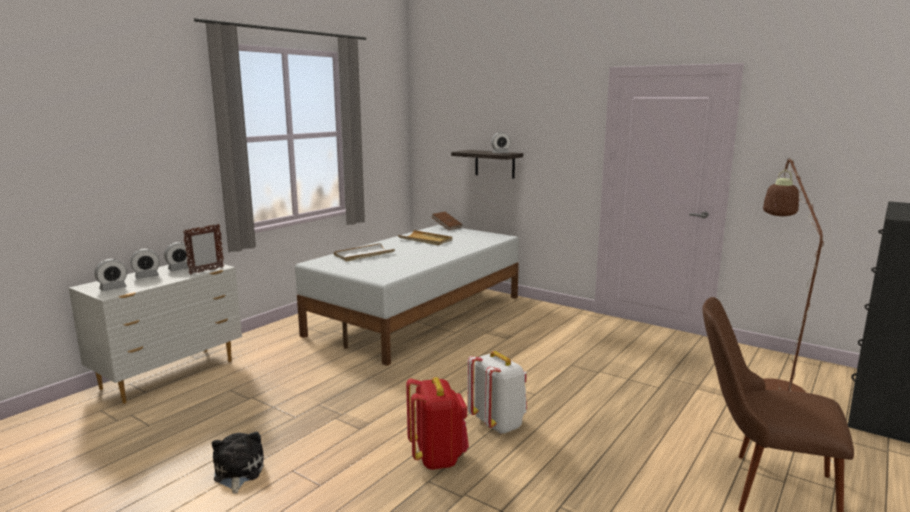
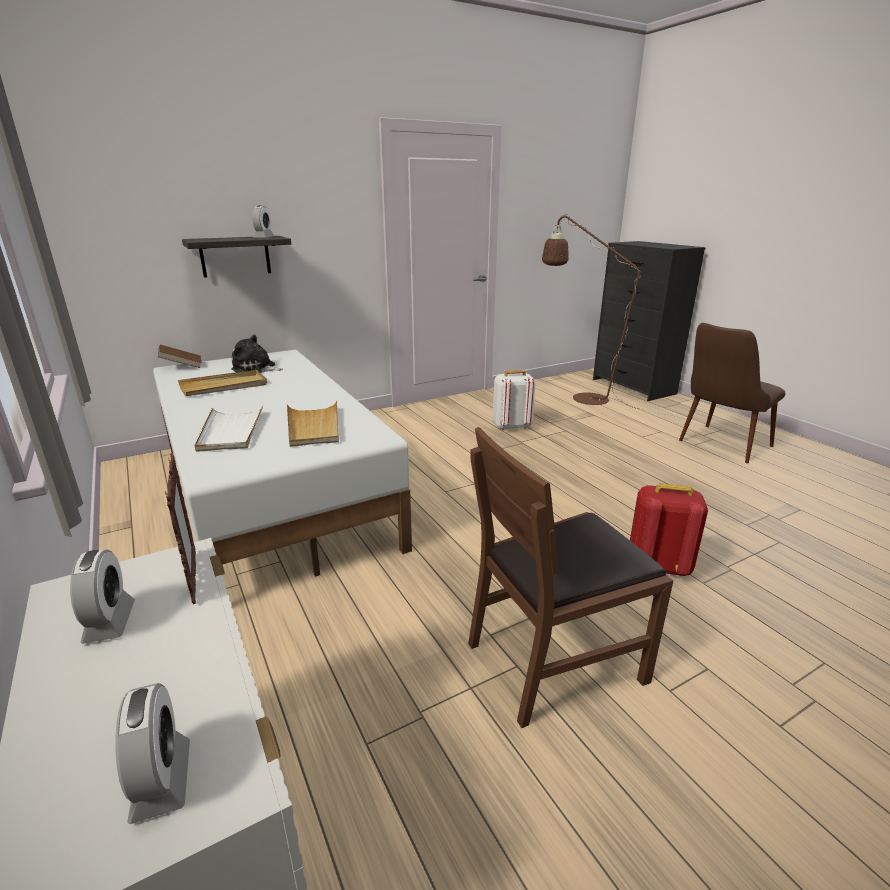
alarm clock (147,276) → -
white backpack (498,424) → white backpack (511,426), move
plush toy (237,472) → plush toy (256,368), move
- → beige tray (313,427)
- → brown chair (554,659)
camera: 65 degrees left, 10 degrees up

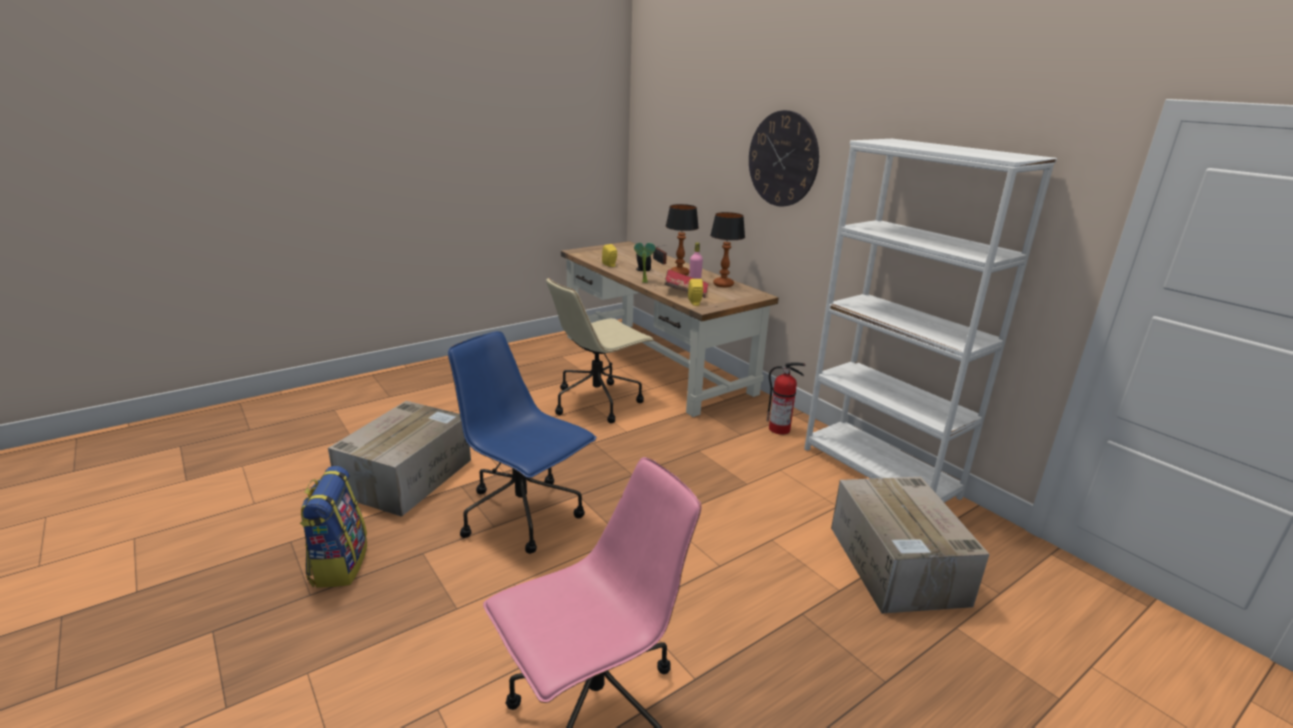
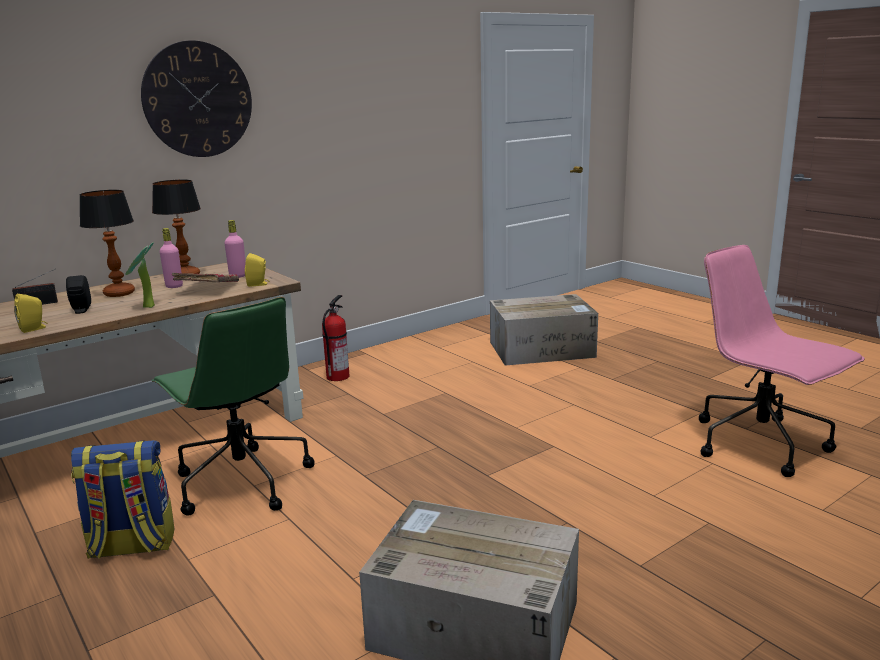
white bookcase (879,472) → -
beige office chair (597,401) → green office chair (241,481)
blue office chair (523,515) → -
backpack (339,564) → backpack (131,546), move
- → pink bottle (238,276)
camera: 90 degrees left, 5 degrees down

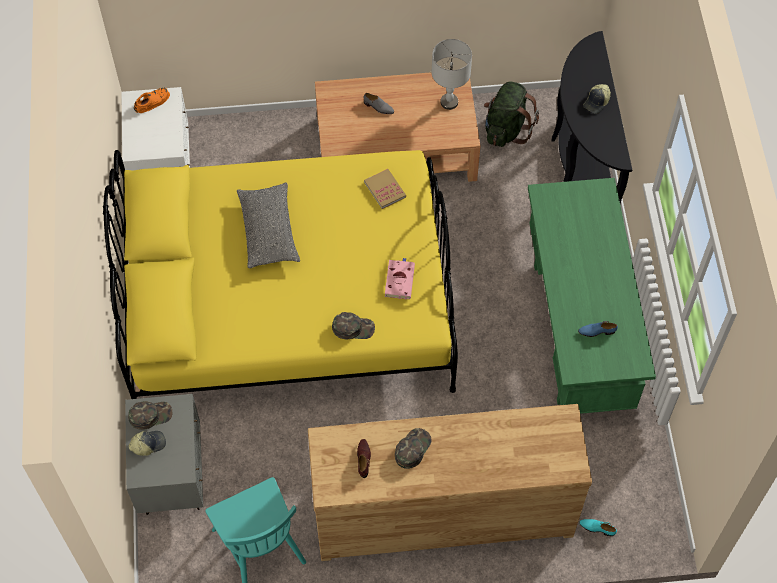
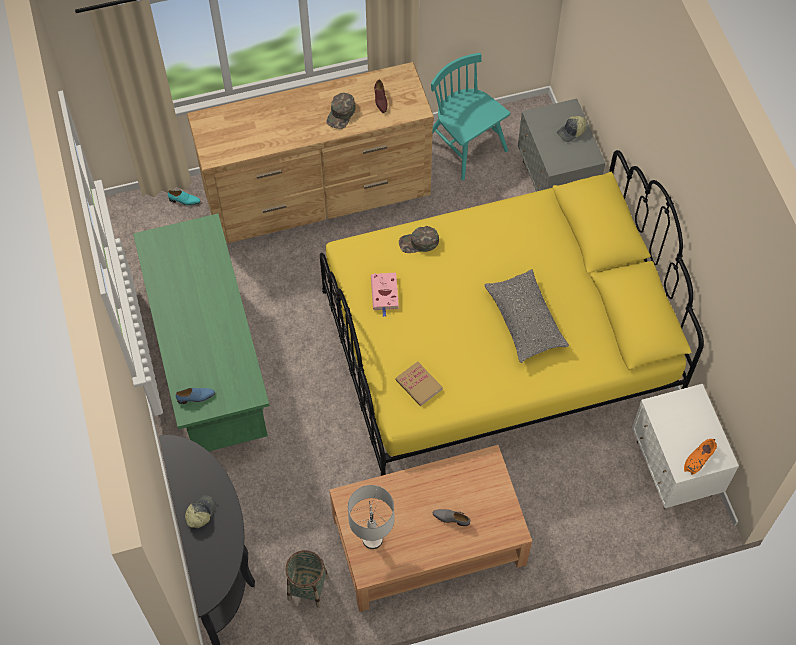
green backpack (506,129) → basket (308,587)
blue shoe (597,331) → blue shoe (196,397), move
green cap (150,415) → -
camera: 170 degrees right, 0 degrees up

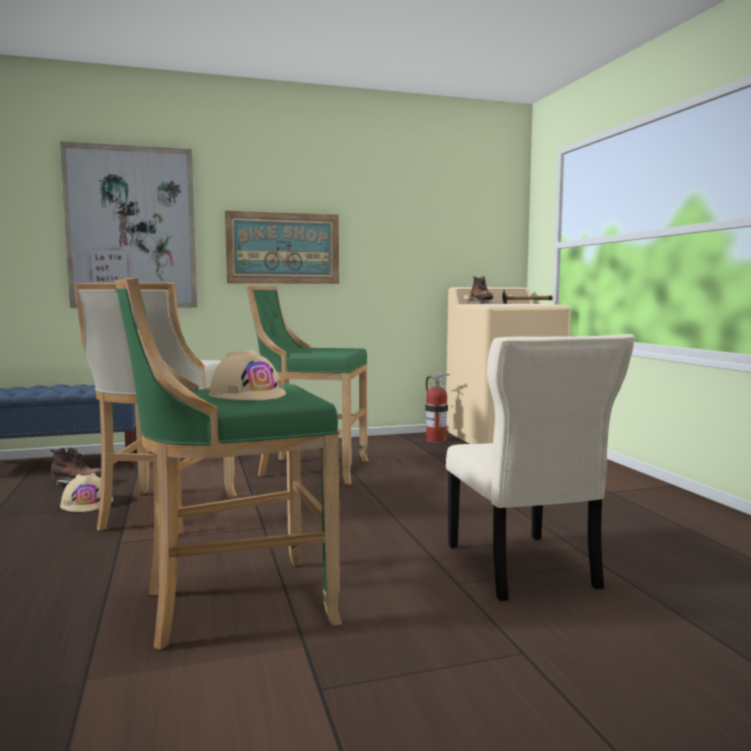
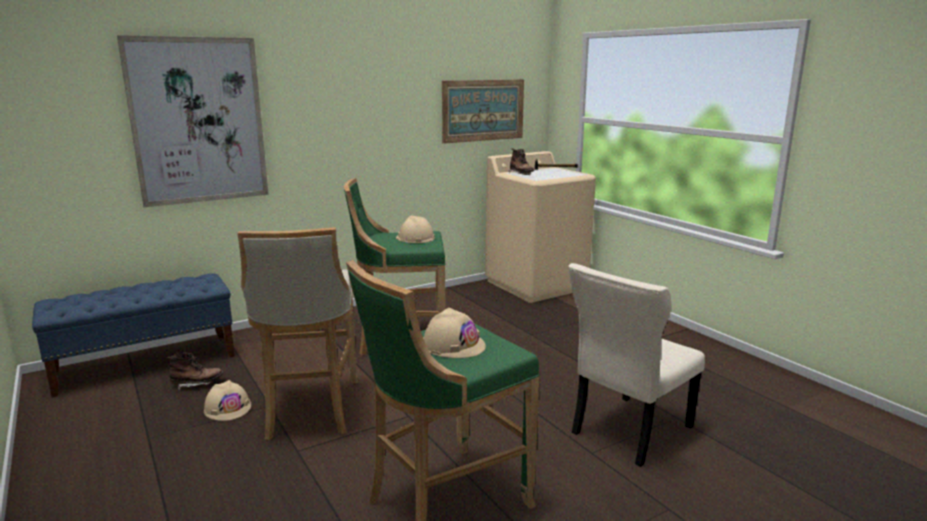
picture (283,248) → picture (483,110), move
beige chair (523,569) → beige chair (628,431), 75 degrees clockwise
fire extinguisher (436,440) → -
- → beige hard hat (415,238)
camera: 15 degrees left, 10 degrees up

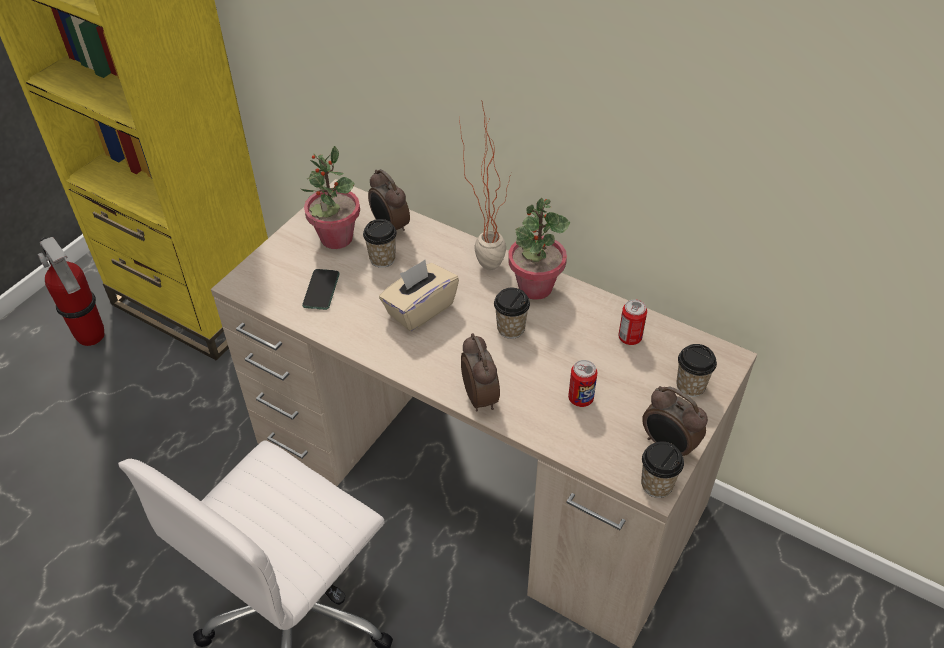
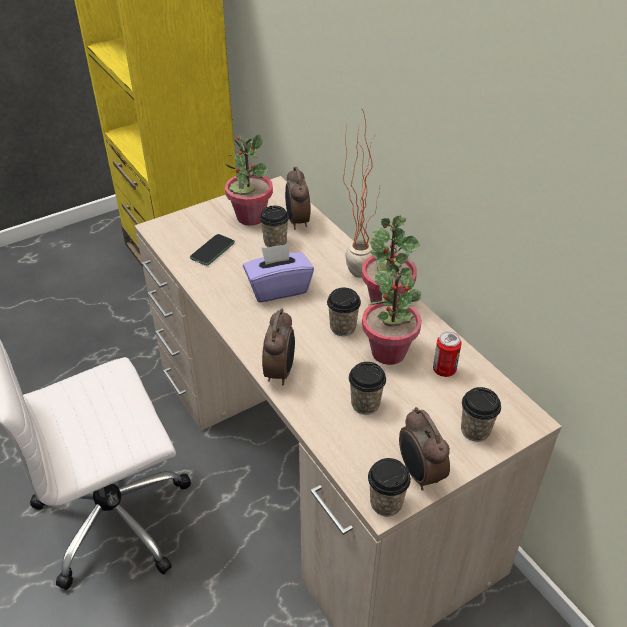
fire extinguisher (91,337) → -
beige tissue box (420,309) → purple tissue box (278,288)
can (580,398) → cup (365,404)
- → potted plant (389,352)
camera: 25 degrees right, 5 degrees down

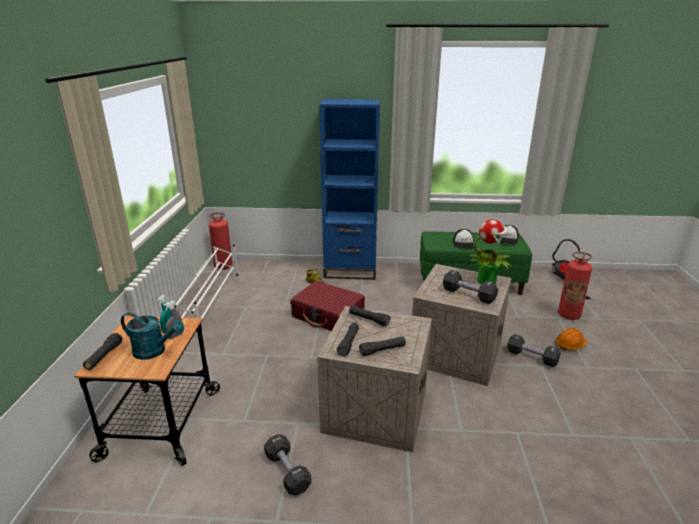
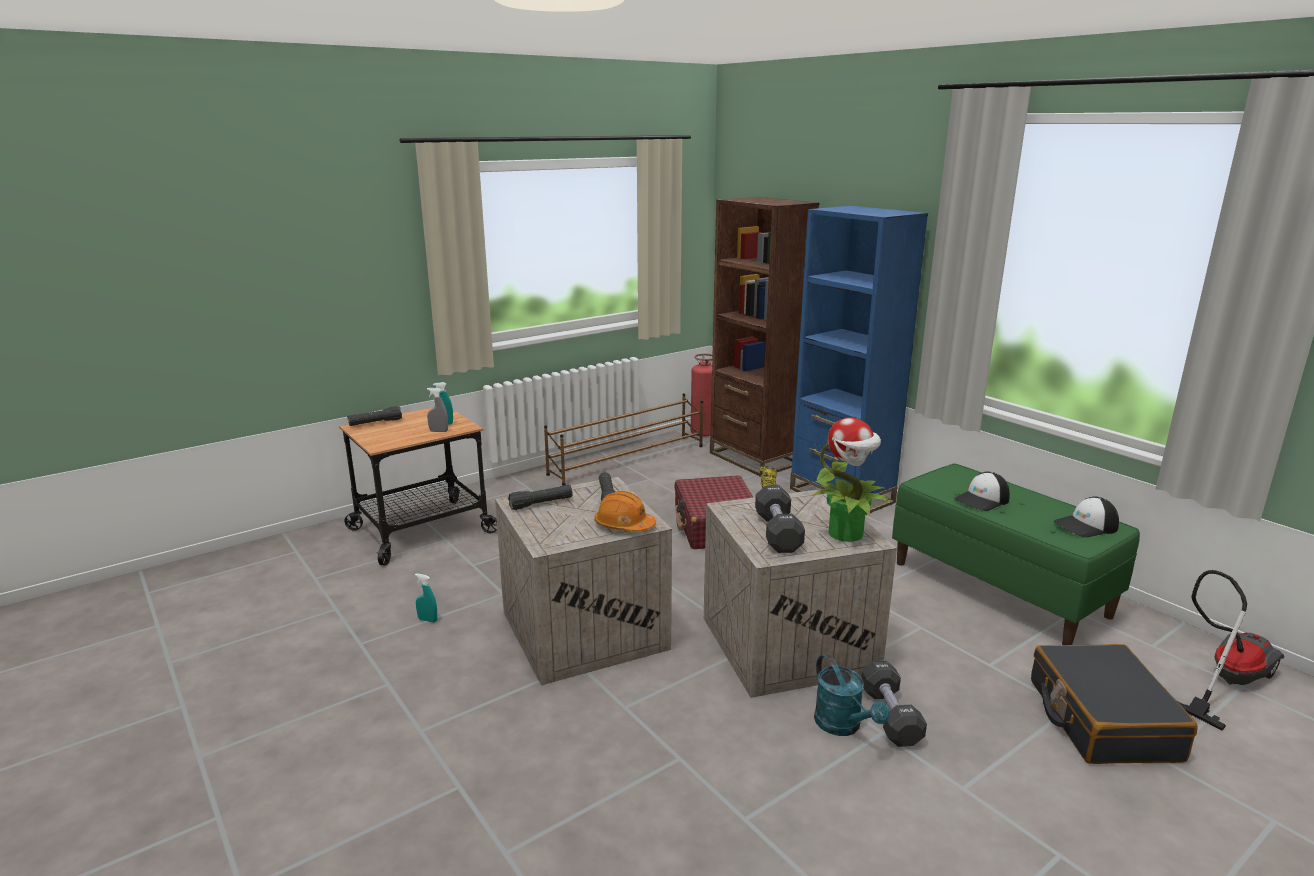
white shoe rack (210,302) → brown shoe rack (628,460)
fire extinguisher (569,315) → black suitcase (1101,719)
turquoise watering can (154,351) → turquoise watering can (843,726), move
orange hard hat (570,345) → orange hard hat (624,525), move
black flashlight (382,350) → -
black dumbbell (287,472) → turquoise spray bottle (427,620)
- → brown bookcase (754,458)
camera: 50 degrees right, 5 degrees down

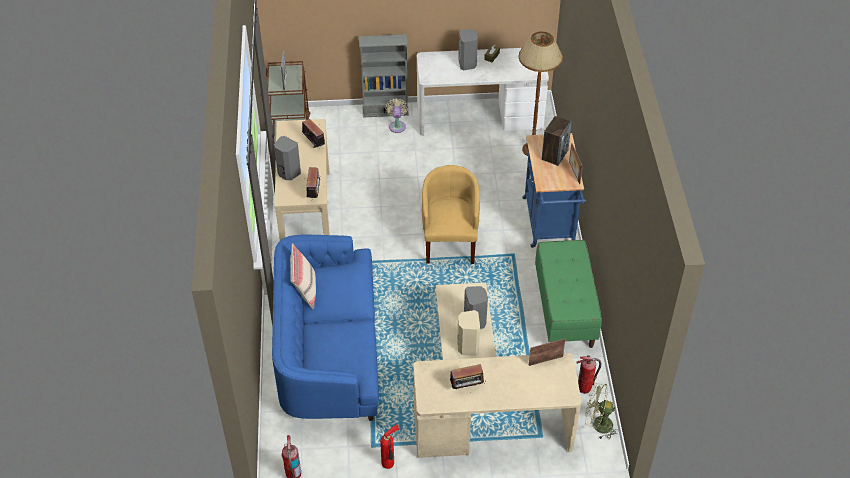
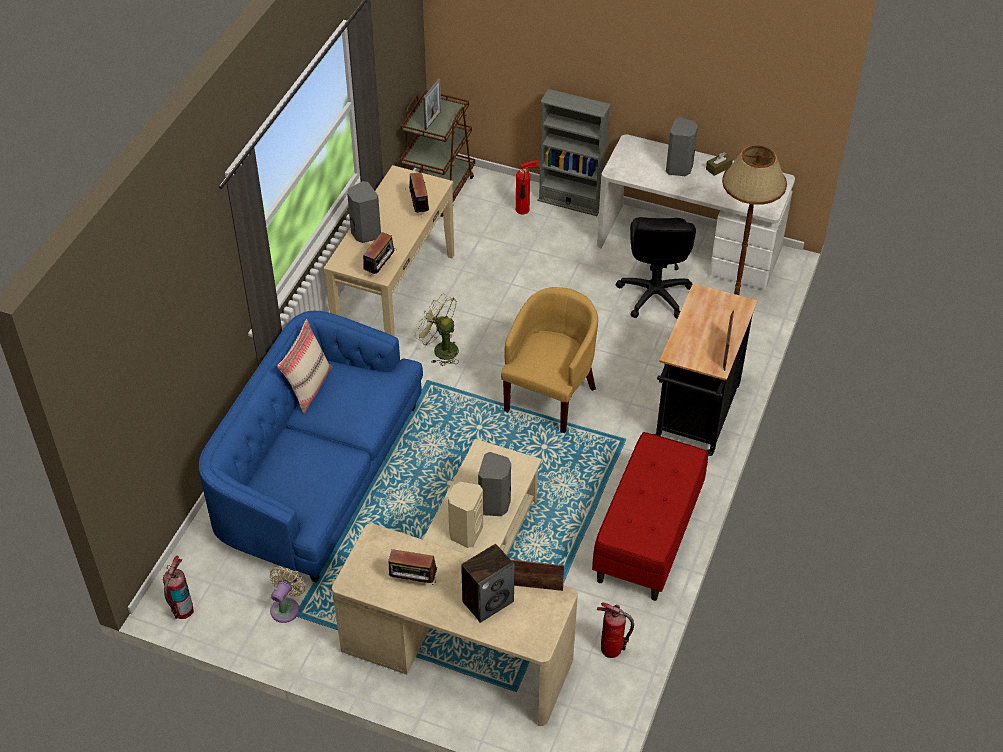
beige fan (397,125) → beige fan (286,607), move
speaker (554,155) → speaker (488,601), move
blue cart (549,225) → black cart (695,419)
green bench (565,310) → red bench (648,537)
green fan (597,425) → green fan (440,349), move
fire extinguisher (389,463) → fire extinguisher (524,210), move
- → black office chair (654,295)
camera: 25 degrees right, 0 degrees up

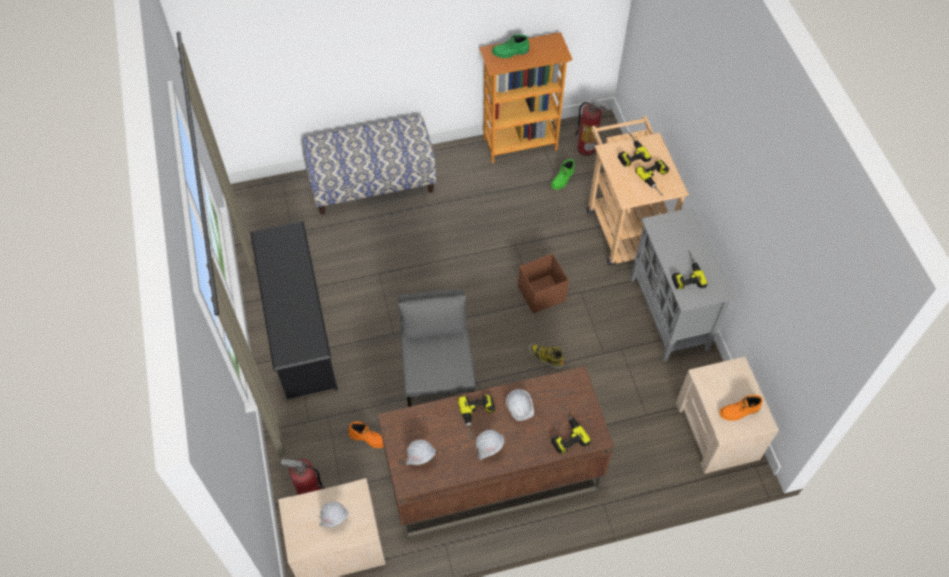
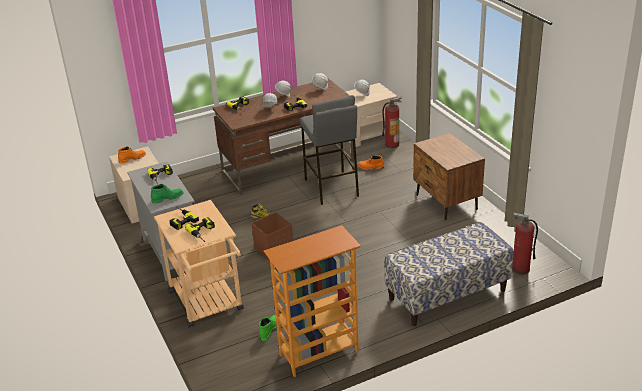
green boot (510,53) → green boot (167,198), move
fire extinguisher (586,148) → fire extinguisher (520,269), move
black shoe rack (300,329) → brown nightstand (446,202)
camera: 170 degrees right, 25 degrees down

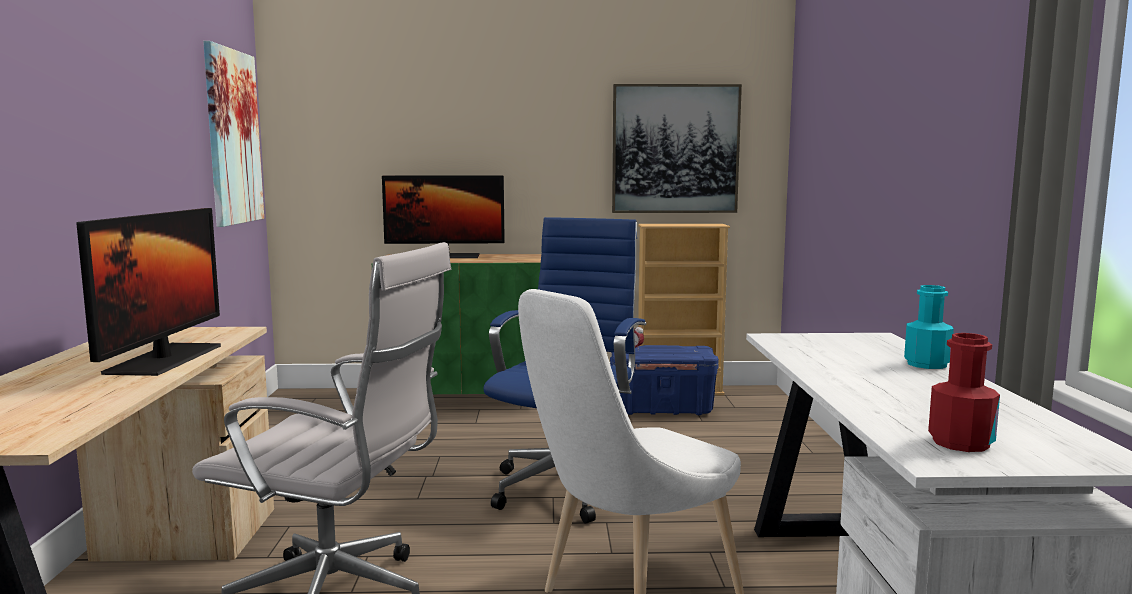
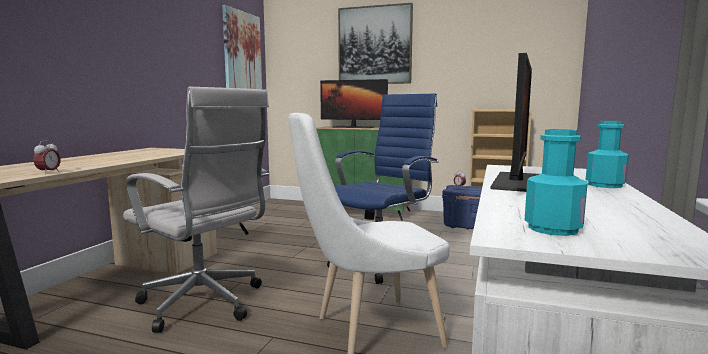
picture (675,149) → picture (375,45), move
monitor (165,359) → monitor (518,182), move
red bottle (960,443) → turquoise bottle (553,228)
- → alarm clock (48,172)
camera: 20 degrees right, 0 degrees up

